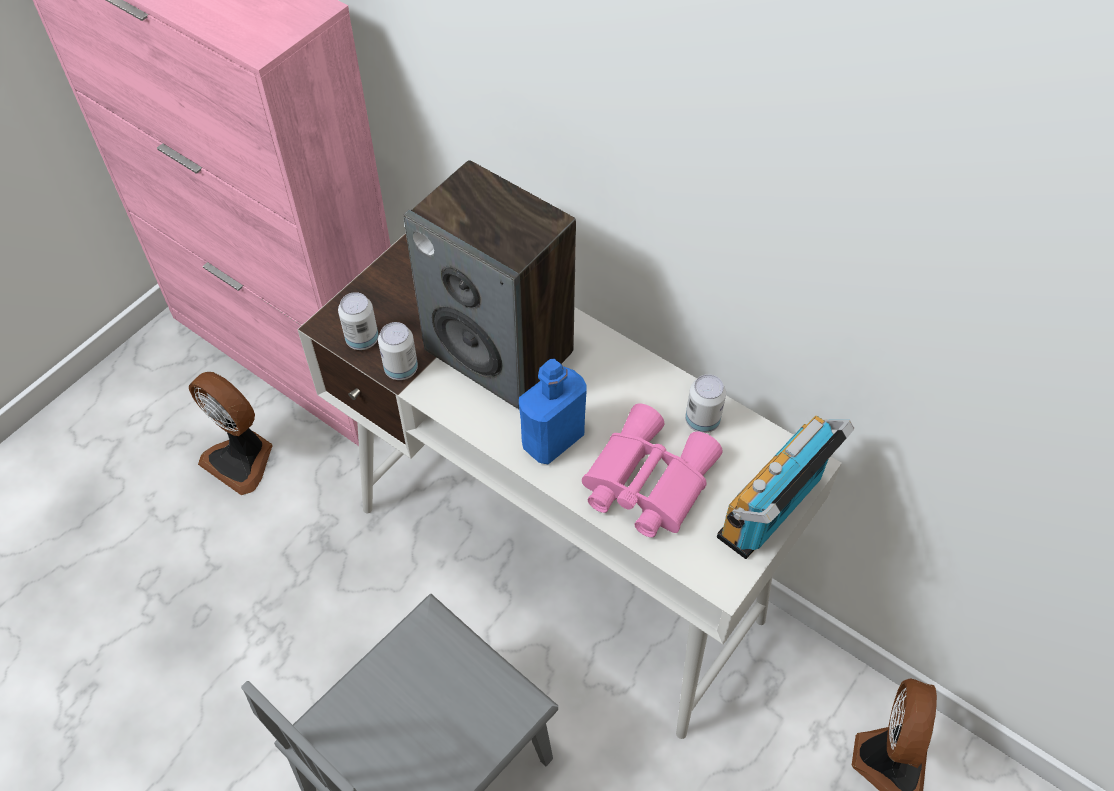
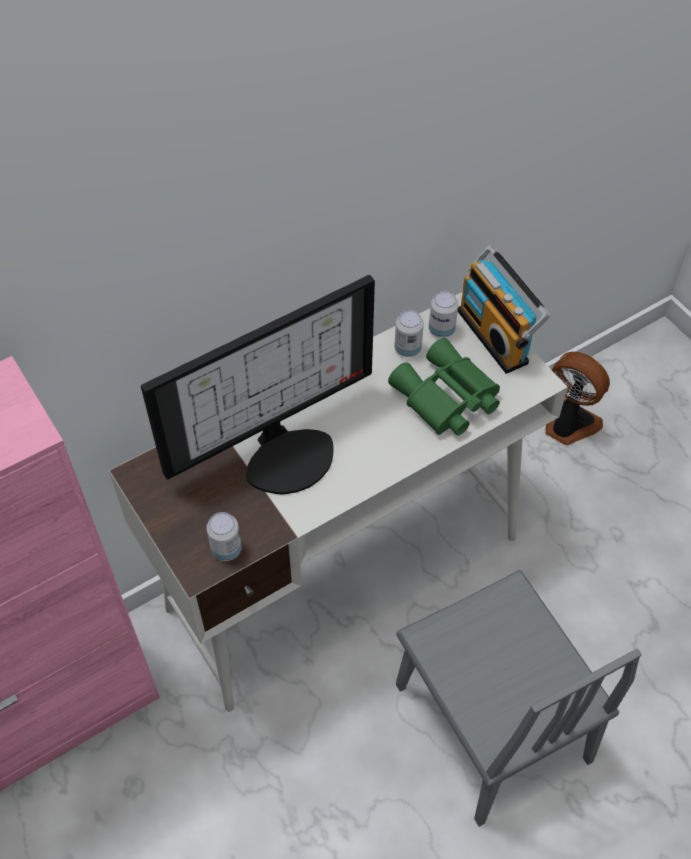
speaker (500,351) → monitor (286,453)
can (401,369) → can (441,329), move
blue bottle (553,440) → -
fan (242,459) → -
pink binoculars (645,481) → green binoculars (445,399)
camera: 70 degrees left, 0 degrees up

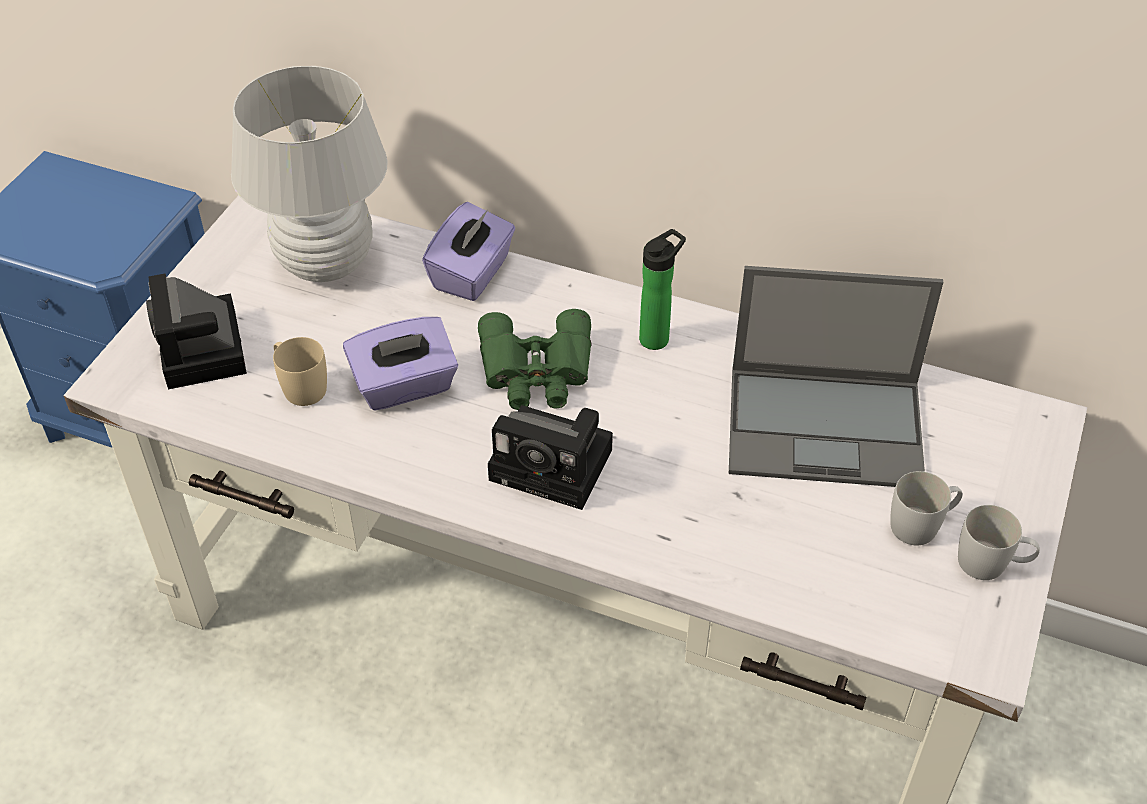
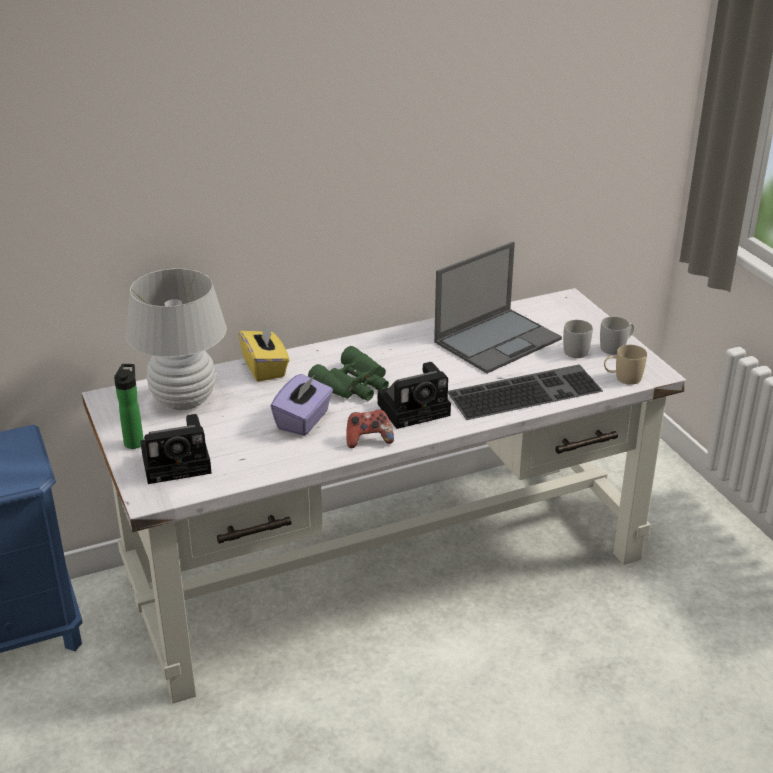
purple tissue box (472,274) → yellow tissue box (265,368)
bottle (657,337) → bottle (134,441), move
photo camera (204,352) → photo camera (179,462), 45 degrees counterclockwise
beige mug (300,386) → beige mug (622,378), move
- → keyboard (525,391)
- → game controller (368,440)
camera: 45 degrees left, 15 degrees down

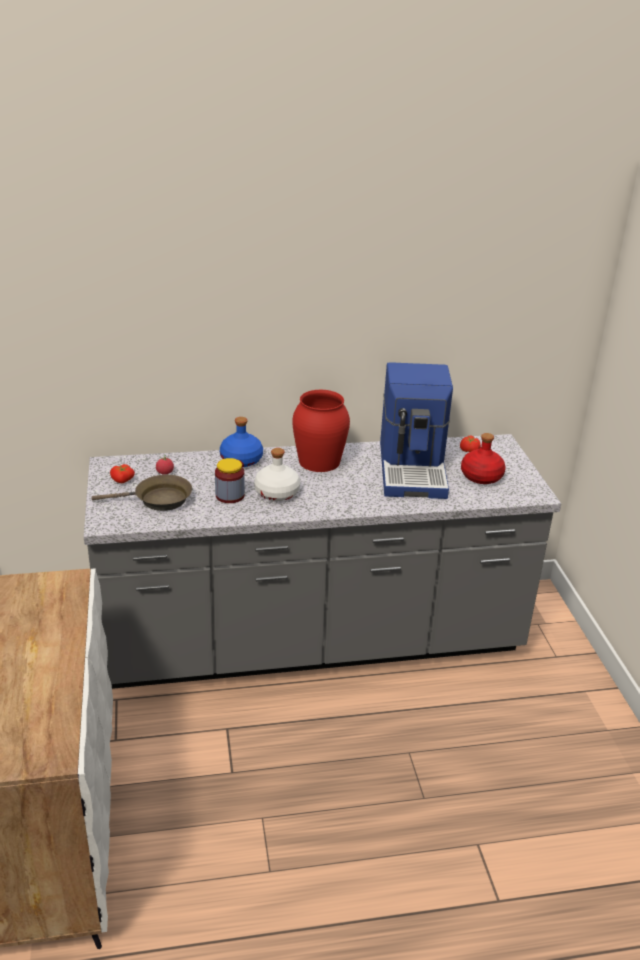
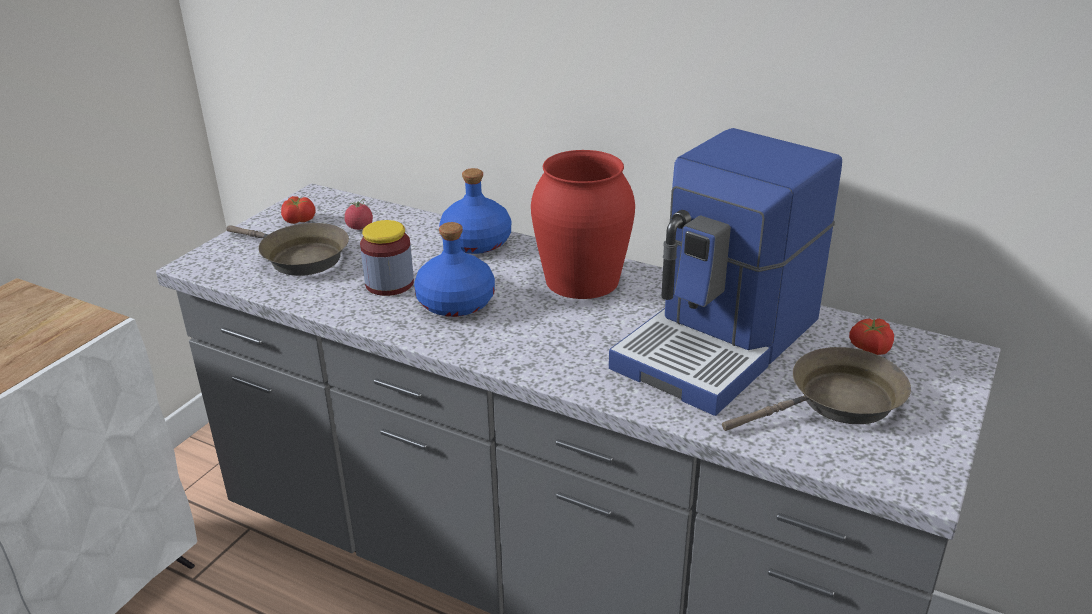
red bottle (482,476) → brown frying pan (837,402)
white bottle (276,493) → blue bottle (455,303)
camera: 40 degrees right, 0 degrees up

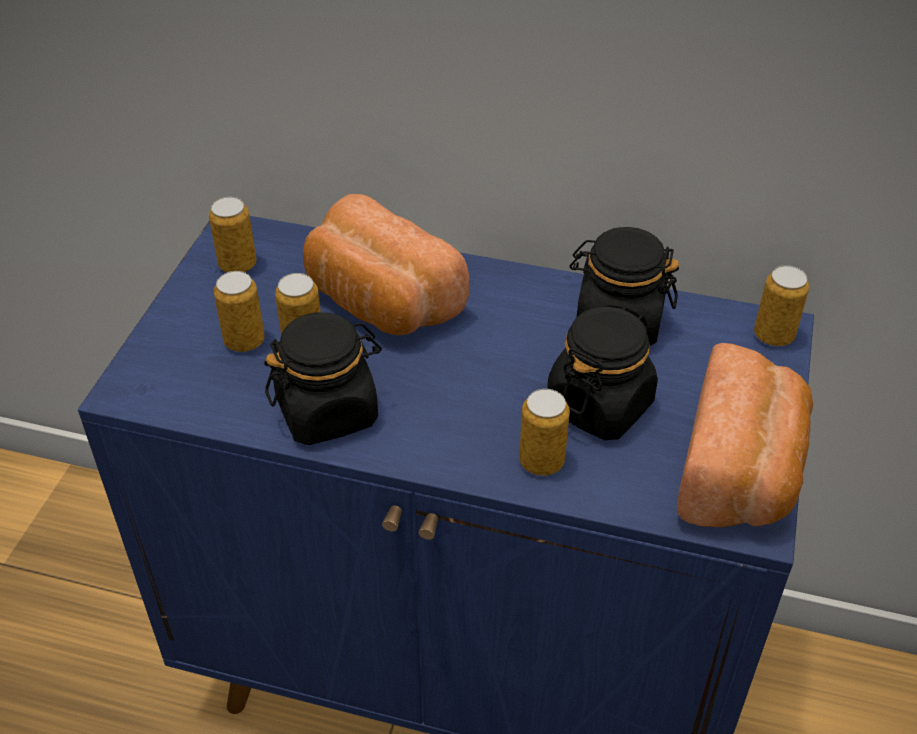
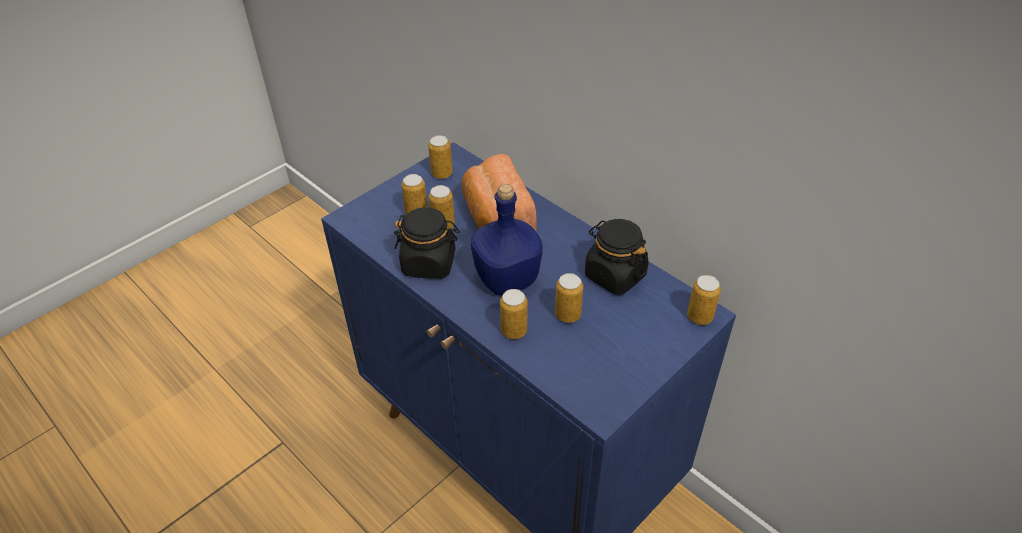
black jar (599,405) → can (567,315)
bread (741,471) → -
- → blue bottle (506,280)
camera: 30 degrees right, 0 degrees up

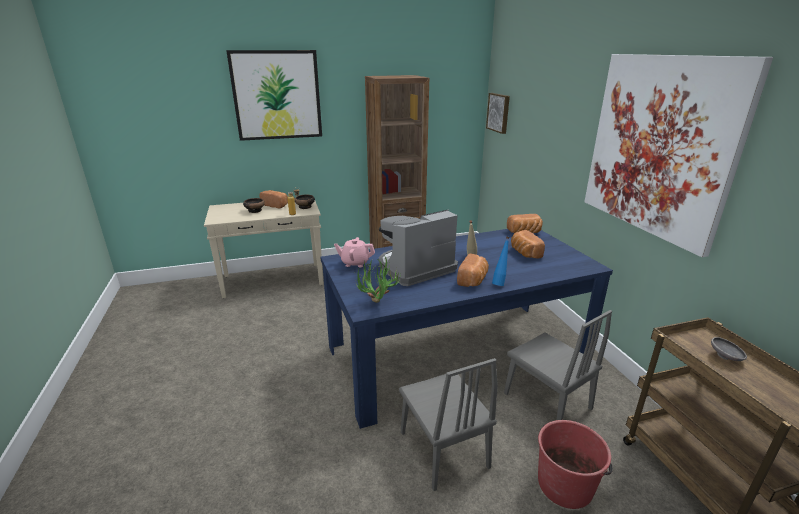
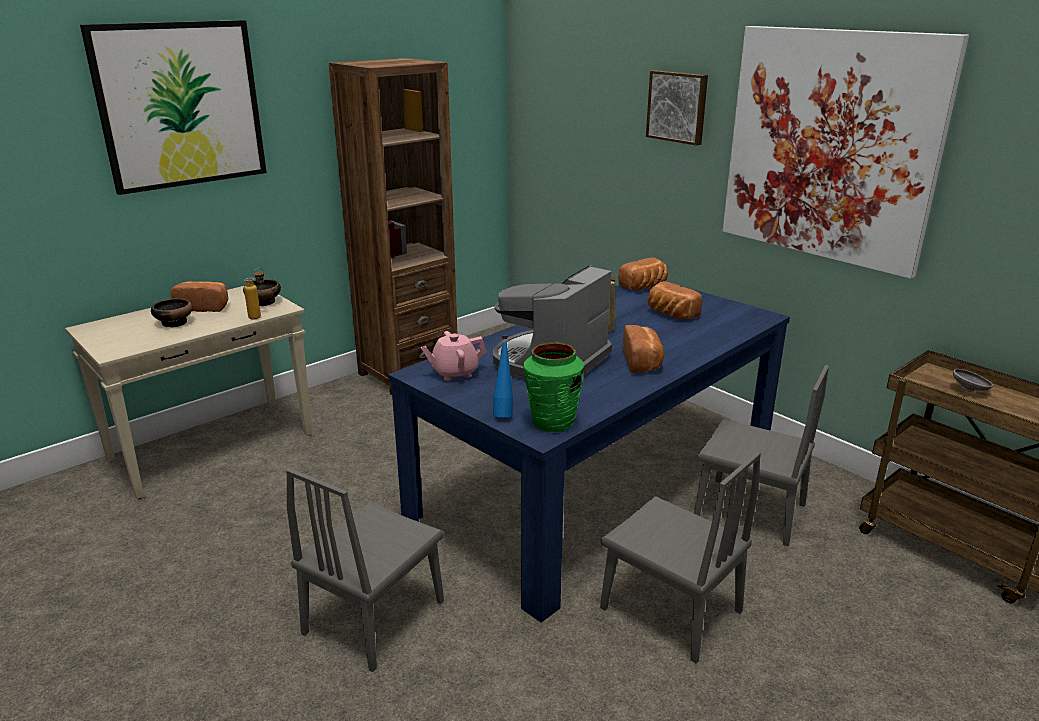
picture (499,112) → picture (678,106), move
blue bottle (499,283) → blue bottle (503,413), move
potted plant (378,305) → green vase (552,423)
red bucket (565,484) → -
- → grey chair (374,616)
camera: 25 degrees left, 0 degrees up

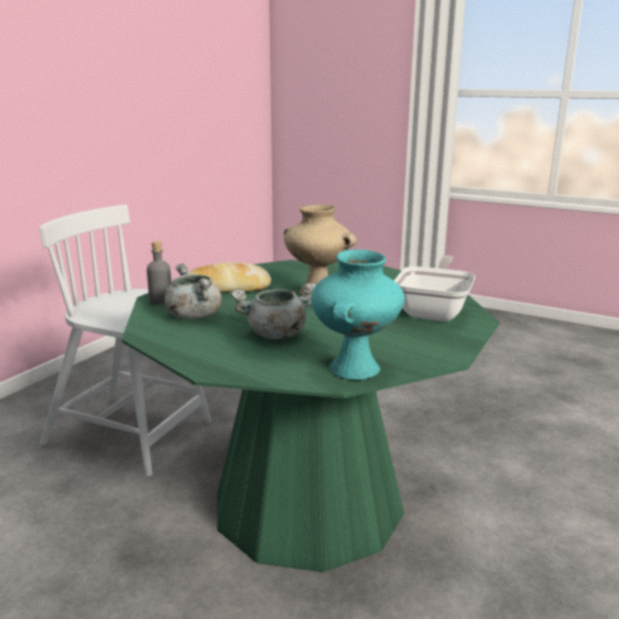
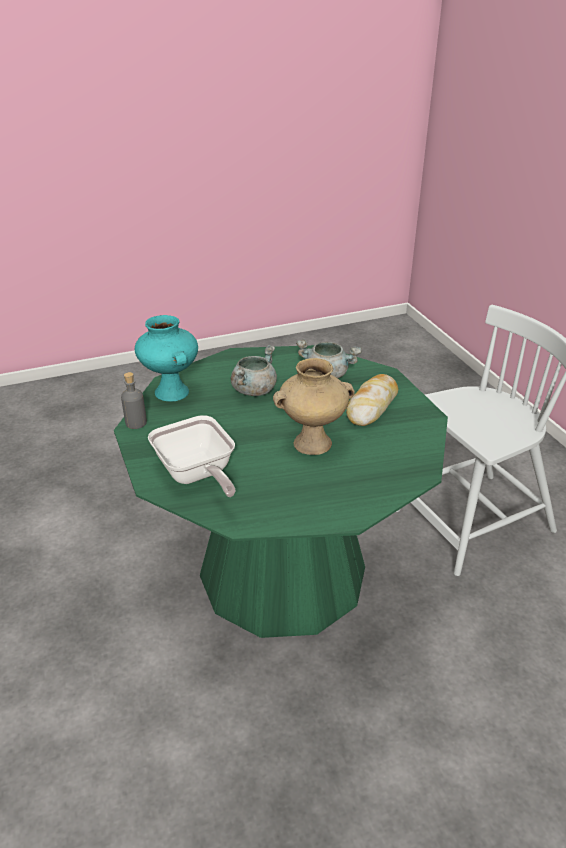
grey bottle (161,300) → grey bottle (136,423), move
camera: 130 degrees right, 15 degrees up

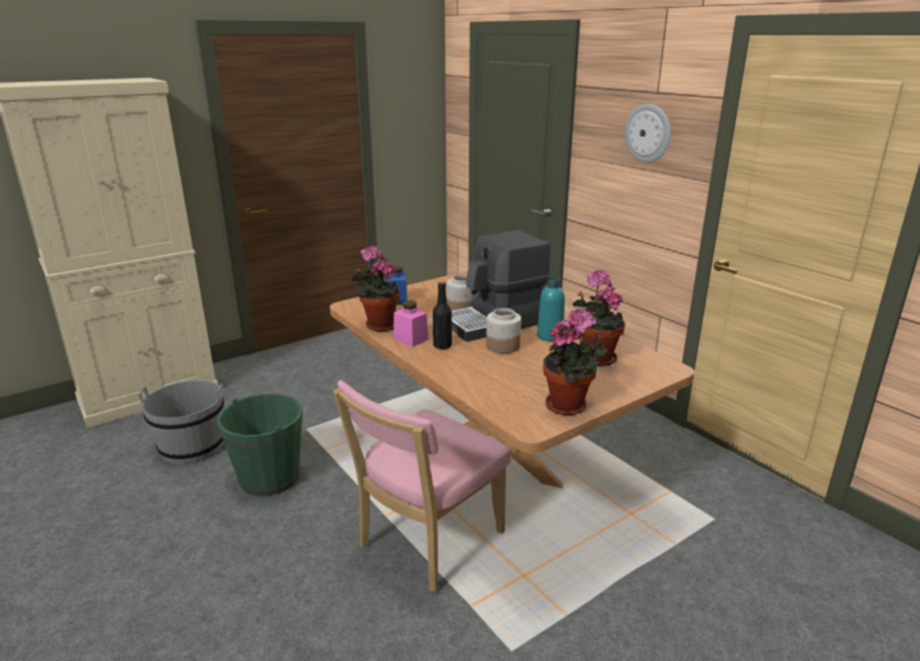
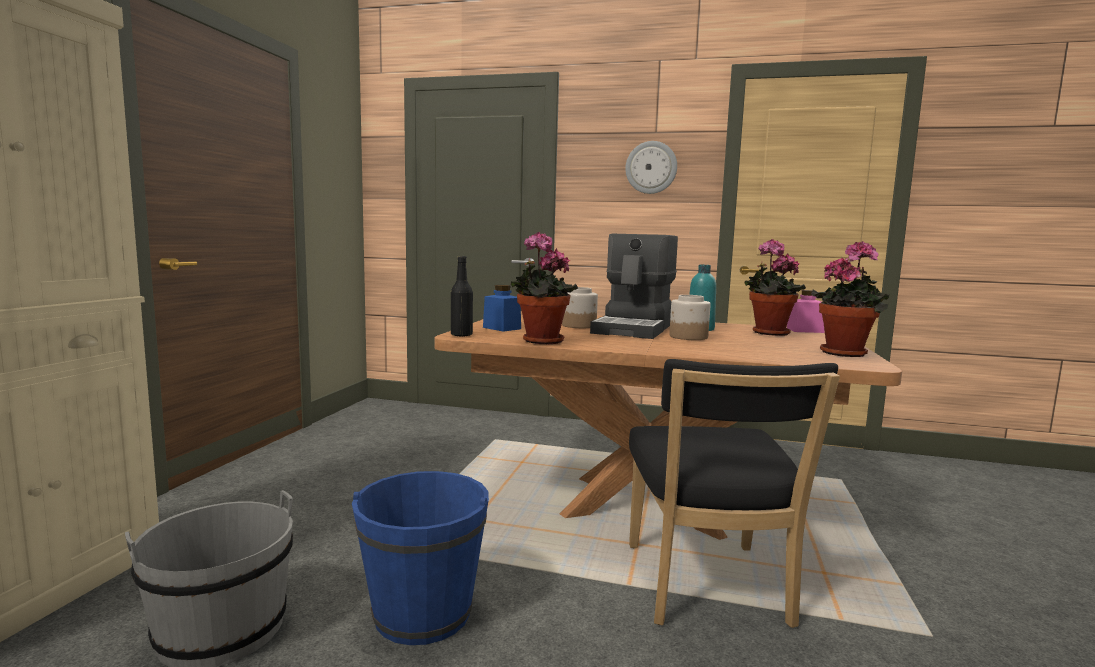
black bottle (442,346) → black bottle (461,335), move
pink jar (410,339) → pink jar (805,330), move
pink chair (426,542) → black chair (707,589)
green bucket (269,478) → blue bucket (422,613)
camera: 40 degrees left, 15 degrees down

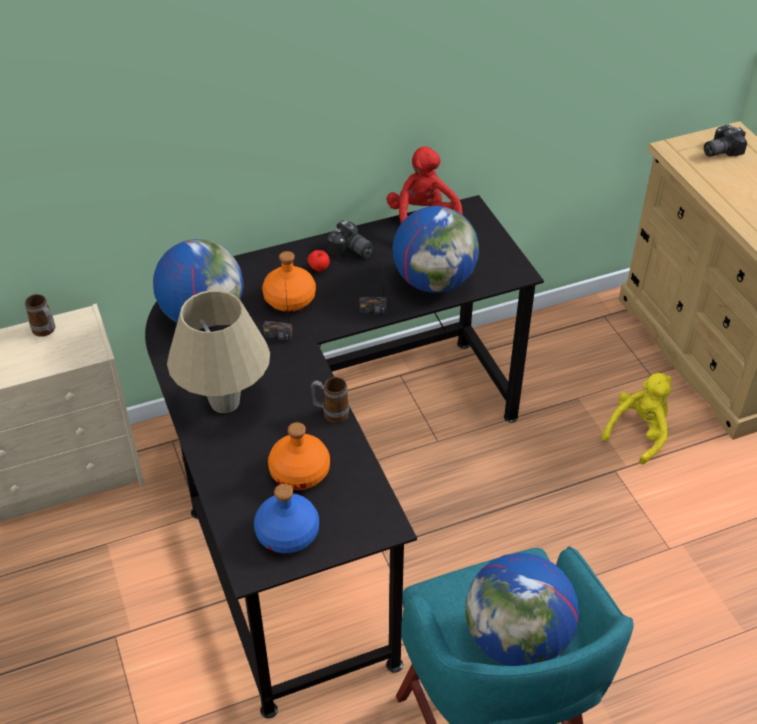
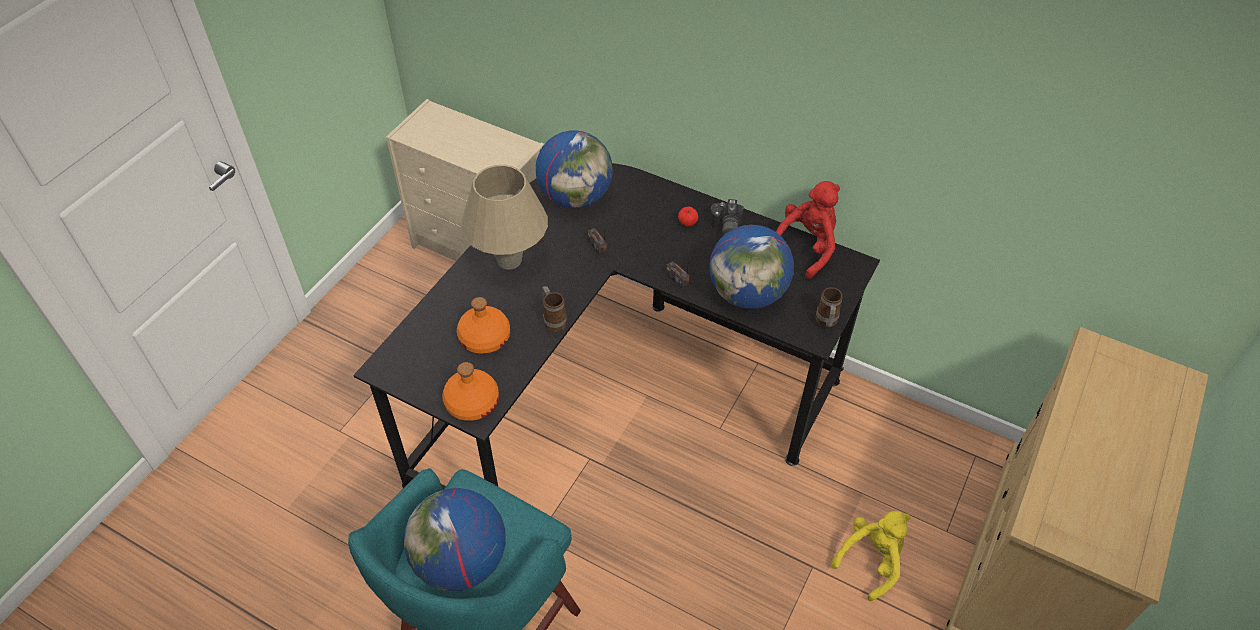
photo camera (719,150) → -
orange bottle (289,299) → orange bottle (471,402), move
mug (46,332) → mug (826,323), move
yellow plush toy (639,433) → yellow plush toy (871,560), 45 degrees counterclockwise
blue bottle (287,533) → -
camera: 50 degrees right, 5 degrees up

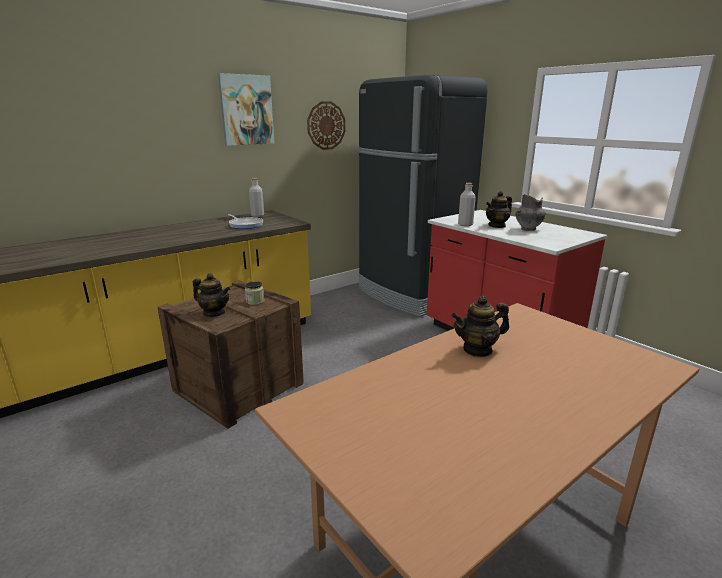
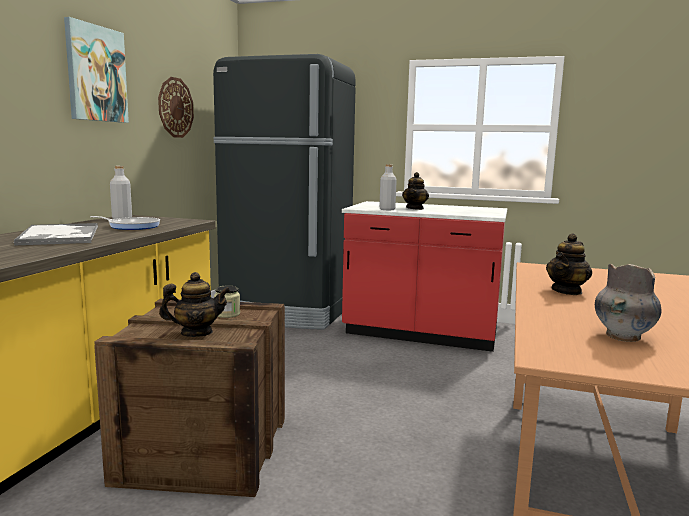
grey vase (528,229) → grey vase (623,336), move
- → tray (59,236)
camera: 35 degrees left, 10 degrees down

